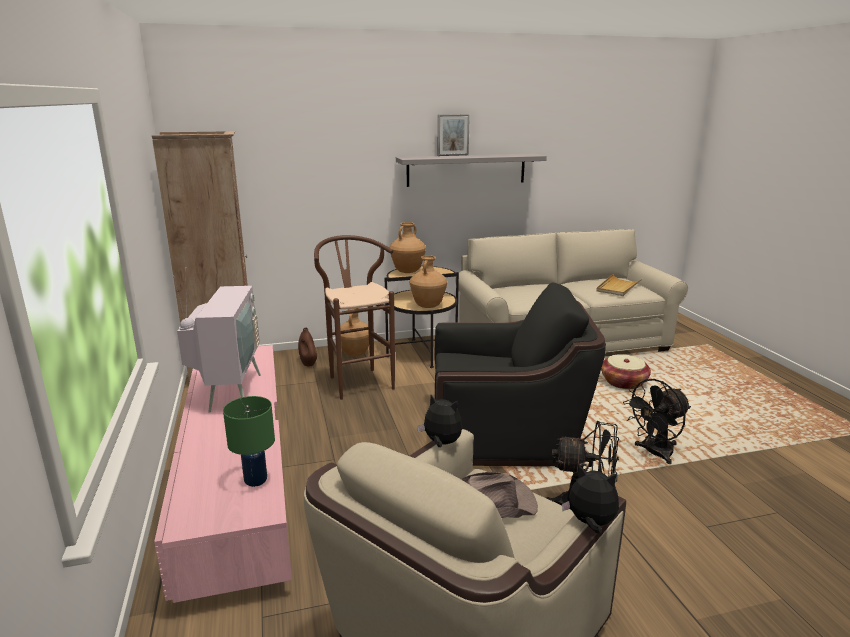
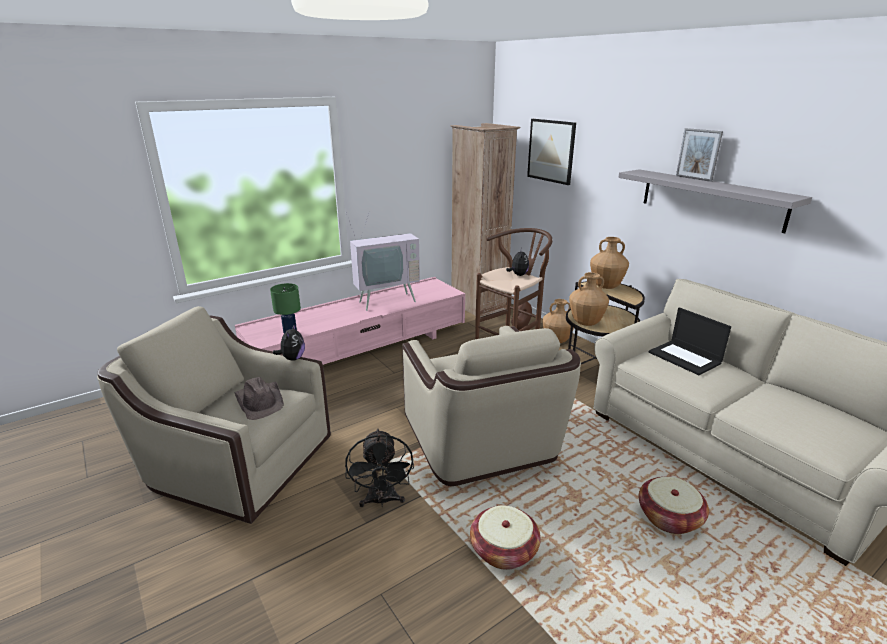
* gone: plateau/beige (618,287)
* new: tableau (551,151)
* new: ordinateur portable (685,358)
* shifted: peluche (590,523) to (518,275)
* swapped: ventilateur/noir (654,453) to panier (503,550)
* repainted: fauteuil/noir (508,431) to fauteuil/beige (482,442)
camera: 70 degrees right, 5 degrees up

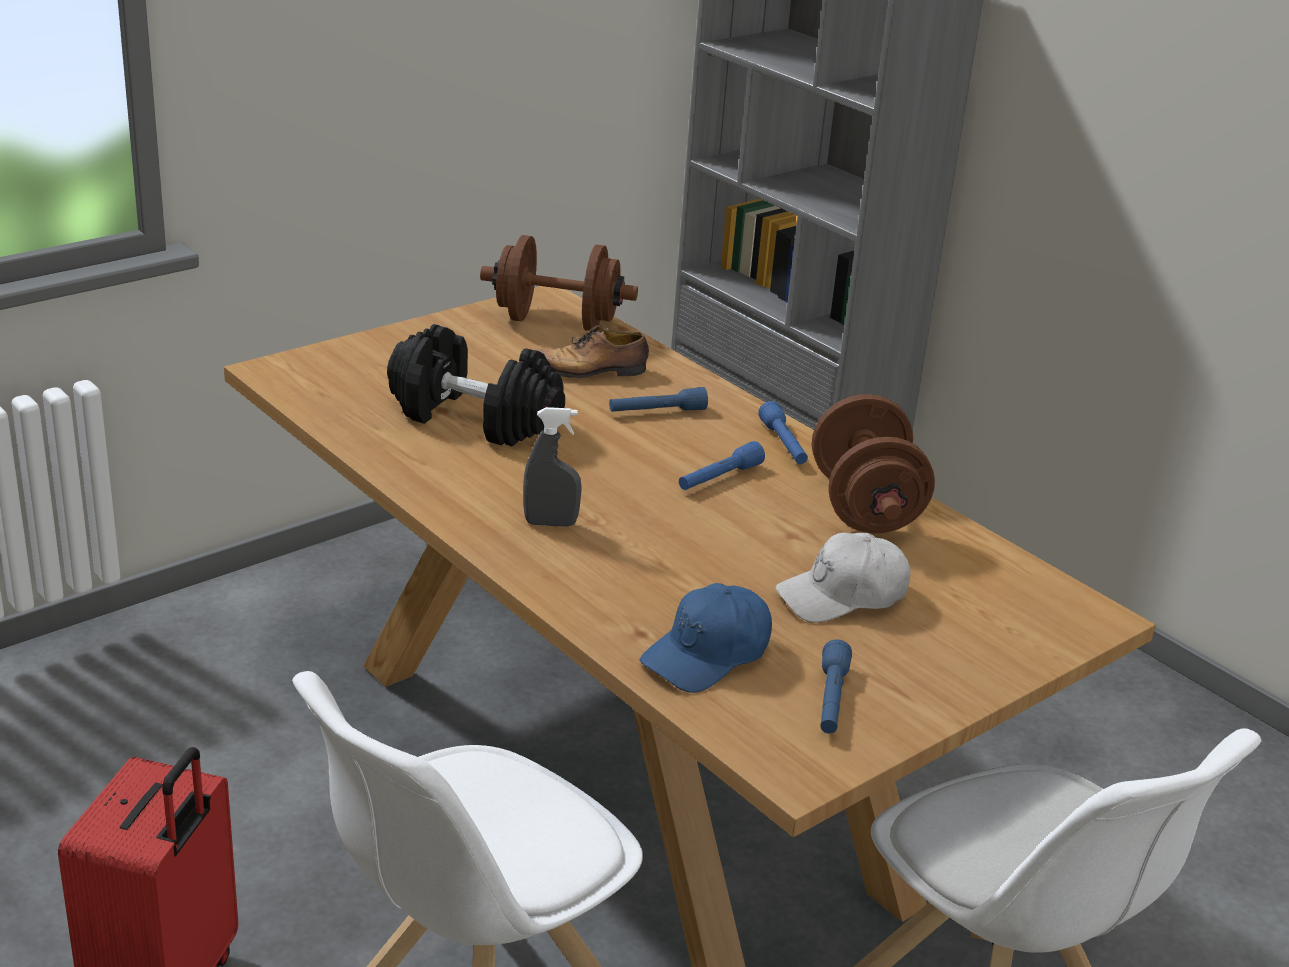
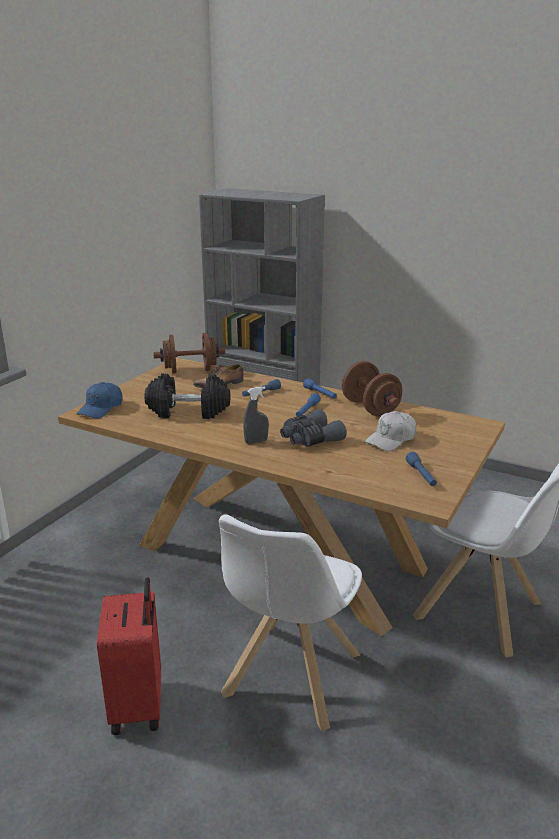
* new: jumelles/gris (310,439)
* shifted: casquette/bleu (708,654) to (101,408)
camera: 20 degrees left, 5 degrees down

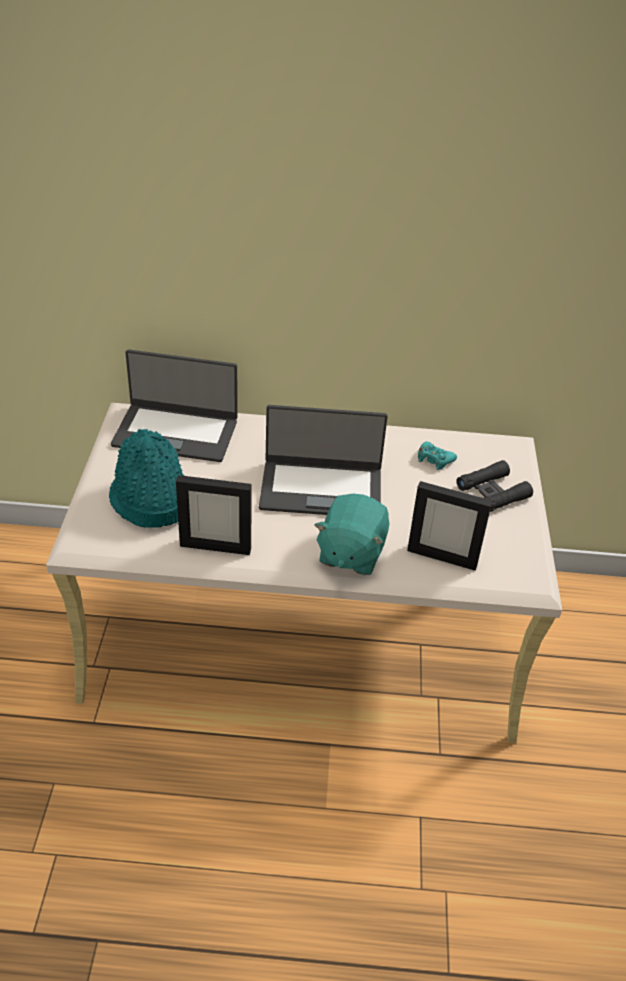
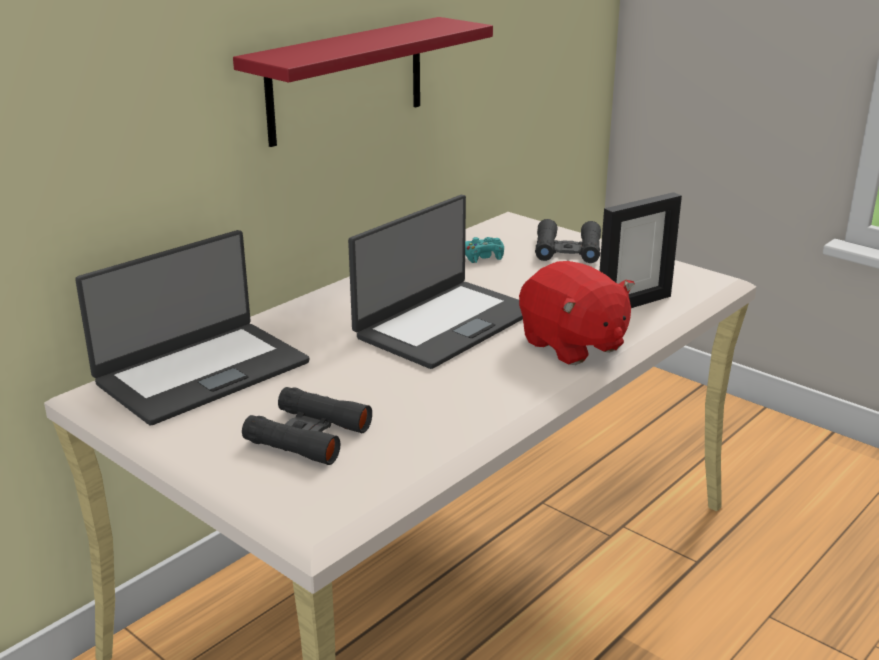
* gone: cadre photo (215,546)
* new: étagère/rouge (346,80)
* swapped: chapeau/turquoise (149,501) to jumelles/noir (308,435)
* repainted: peluche/turquoise (350,553) to peluche/rouge (572,345)
camera: 50 degrees left, 15 degrees down

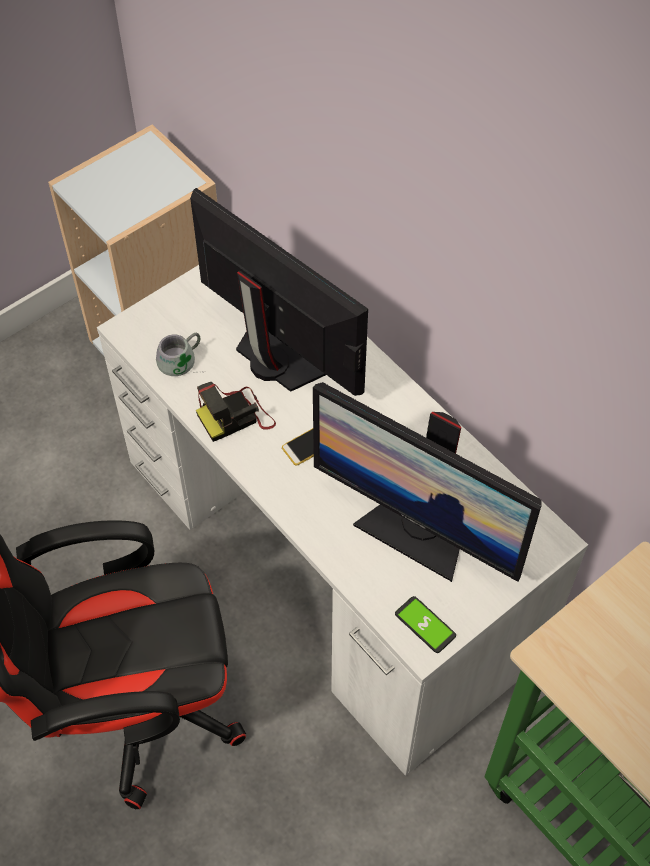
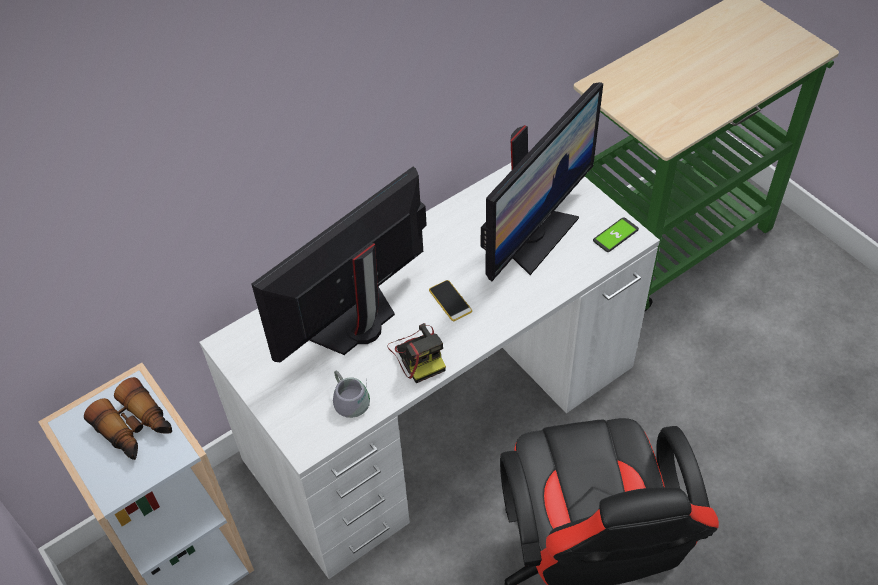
* new: jumelles (135,428)
camera: 85 degrees left, 5 degrees down

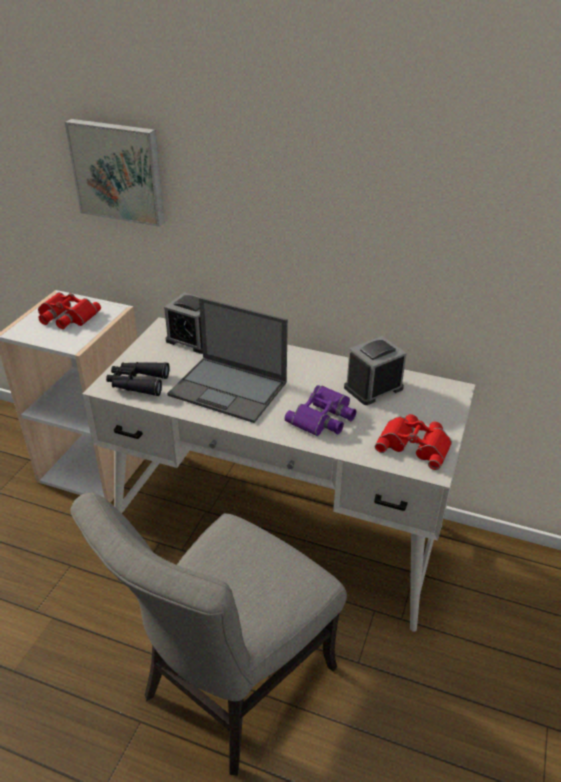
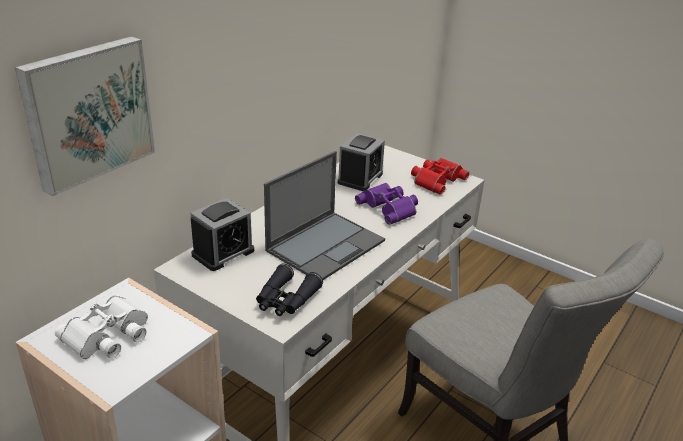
* repainted: jumelles/rouge (66,316) to jumelles/blanc (108,335)
* rotated: réveil (373,388) = (360,178) 135 degrees counterclockwise
camera: 75 degrees left, 5 degrees down

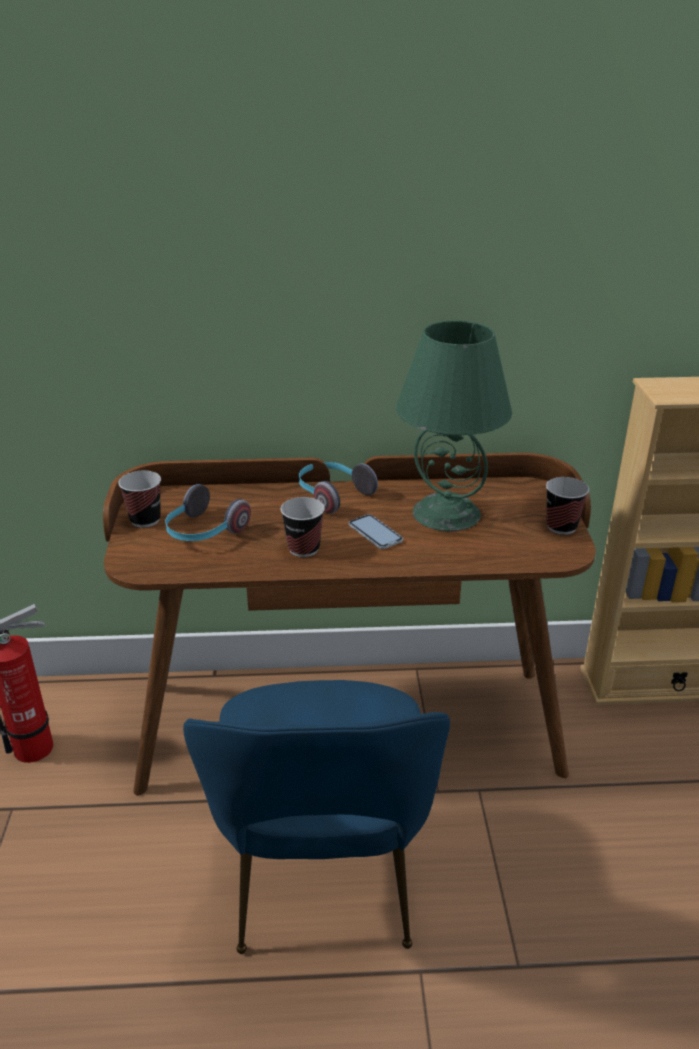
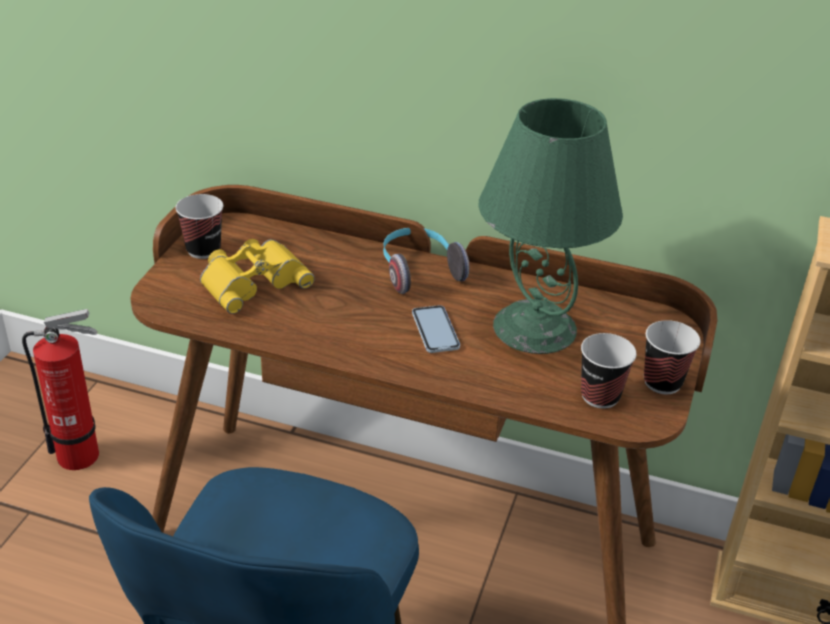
* shifted: tasse (303,549) to (600,396)
* swapped: casque audio (203,532) to jumelles/jaune (252,280)
camera: 20 degrees right, 5 degrees up

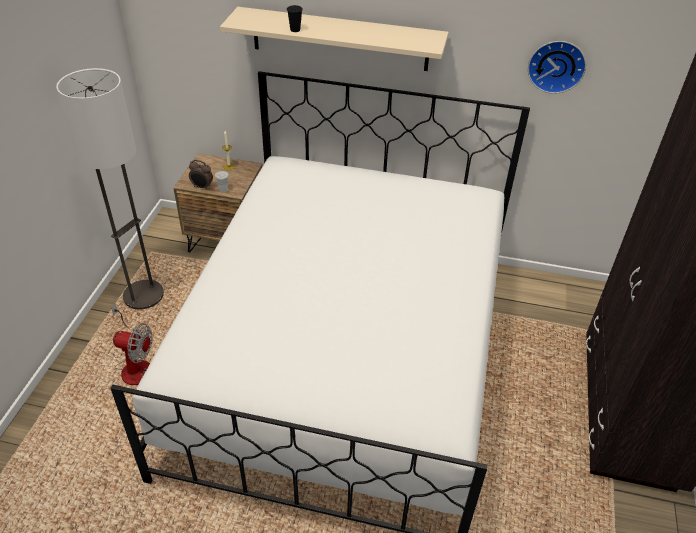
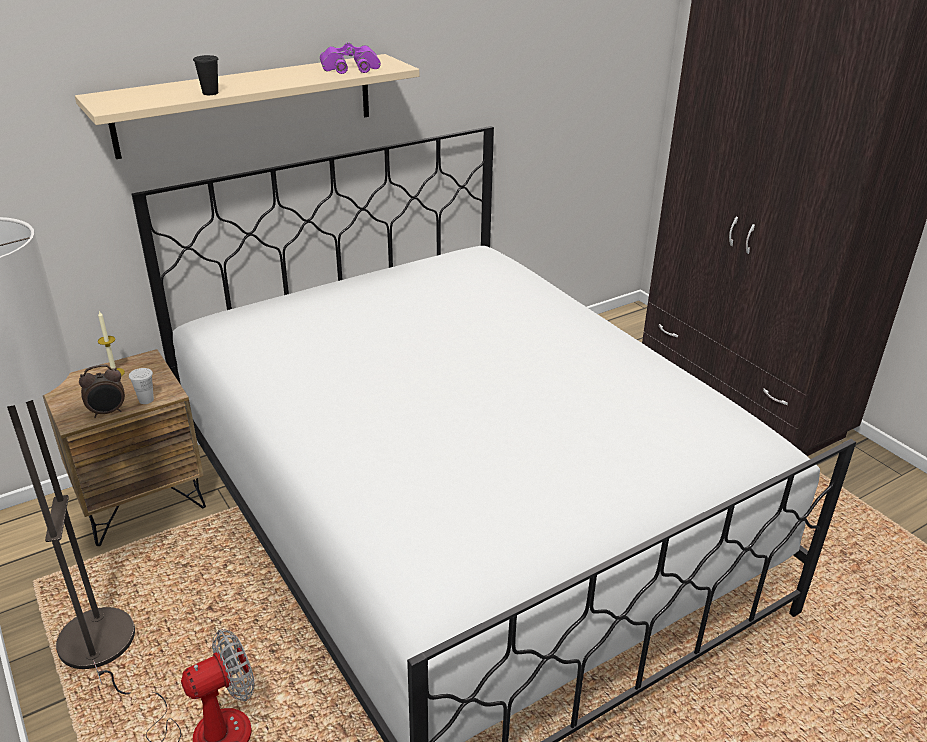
* gone: horloge murale (556,65)
* new: jumelles/violet (350,68)
camera: 45 degrees left, 10 degrees down

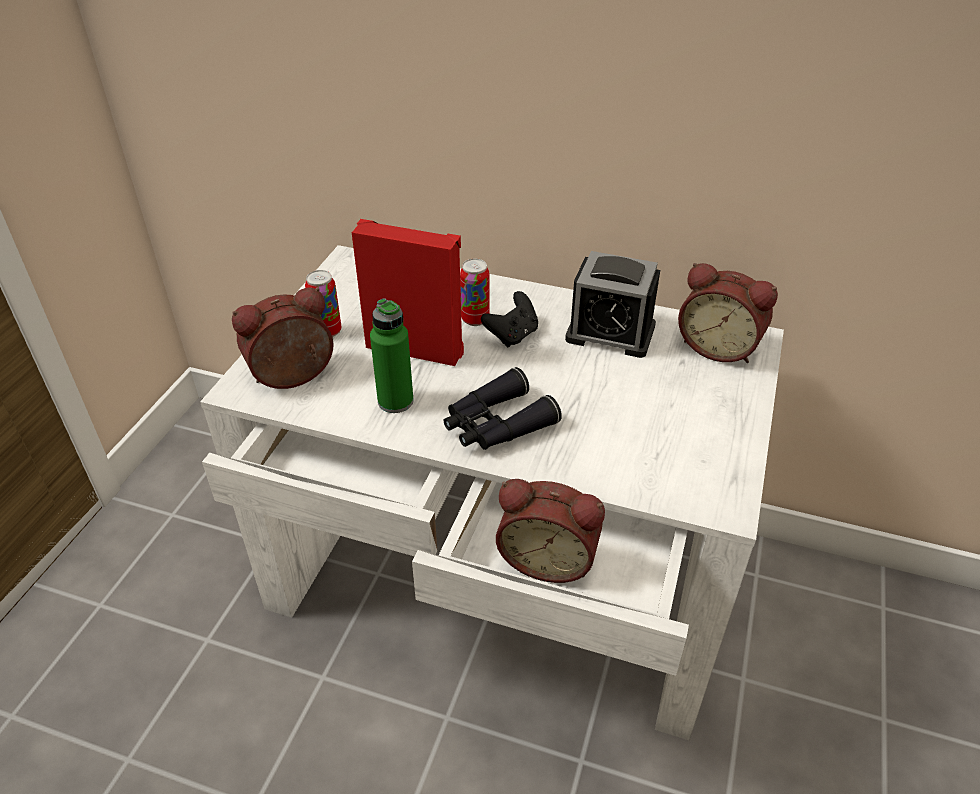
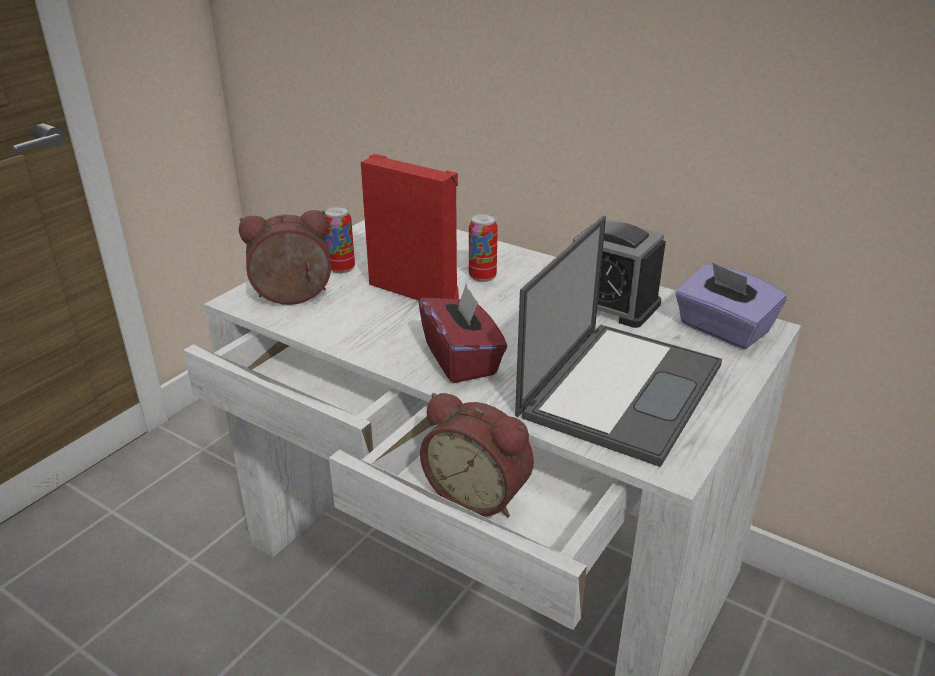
* gone: bouteille/vert (395,401)
* gone: manette/noir (512,335)
* new: ordinateur portable (621,388)
* swapped: jumelles/noir (496,424) to boîte à mouchoirs/rouge (462,359)
* swapped: réveil (719,346) to boîte à mouchoirs/violet (722,330)
camera: 15 degrees right, 10 degrees down

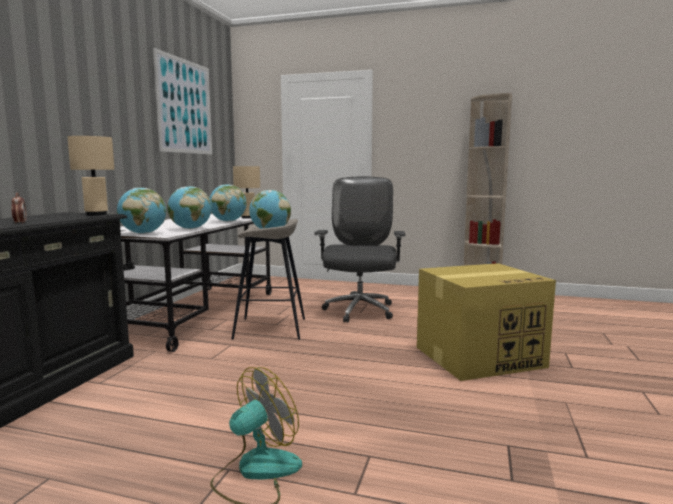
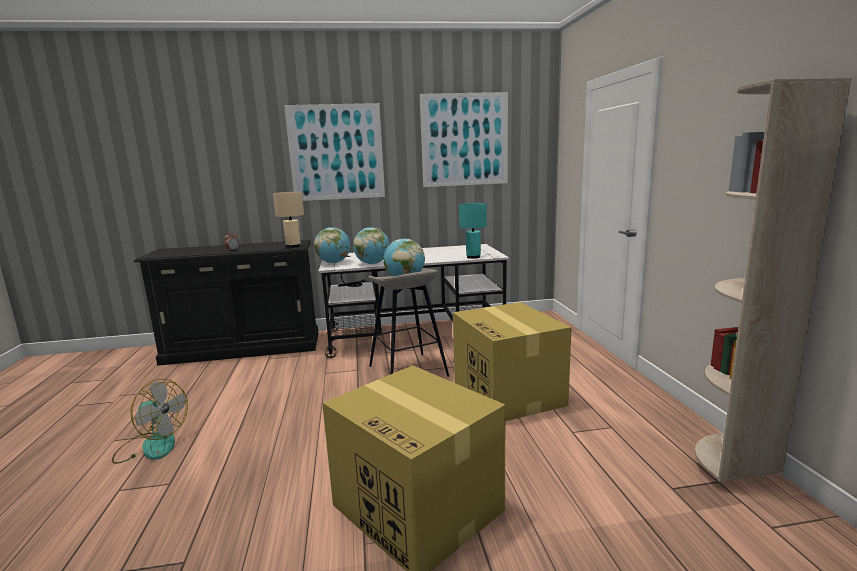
* gone: globe (228,221)
* new: tableau (336,152)
* swapped: chaise de bureau (360,311) to carton (509,394)
* repainted: lampe de table/beige (248,217) to lampe de table/turquoise (473,257)
camera: 65 degrees right, 5 degrees up

